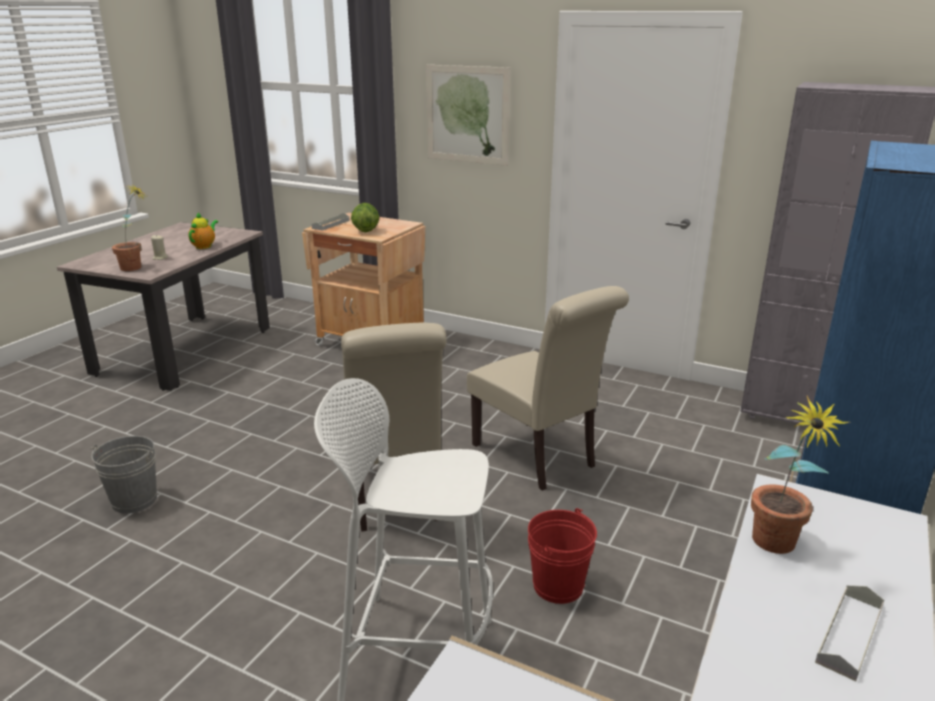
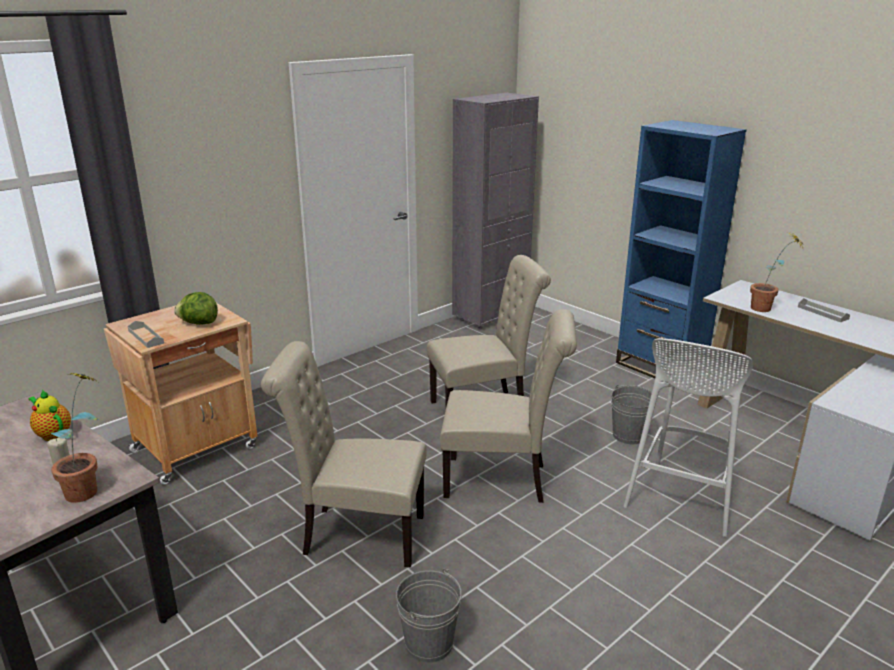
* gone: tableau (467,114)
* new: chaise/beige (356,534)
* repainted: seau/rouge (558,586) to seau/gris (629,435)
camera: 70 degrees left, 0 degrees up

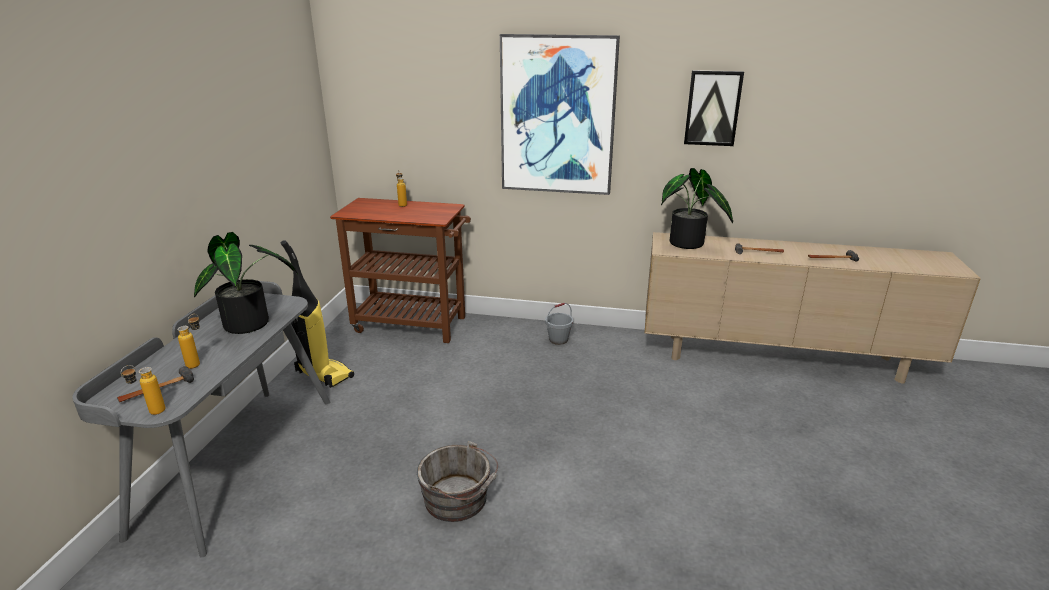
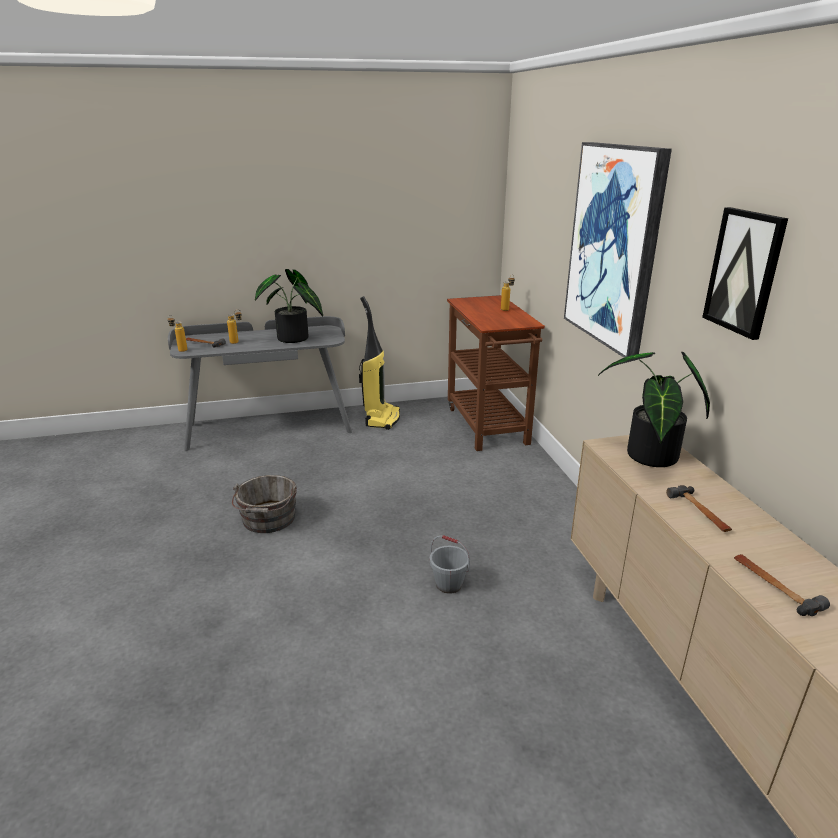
* shifted: seau/gris (558,340) to (449,584)
camera: 65 degrees right, 0 degrees up

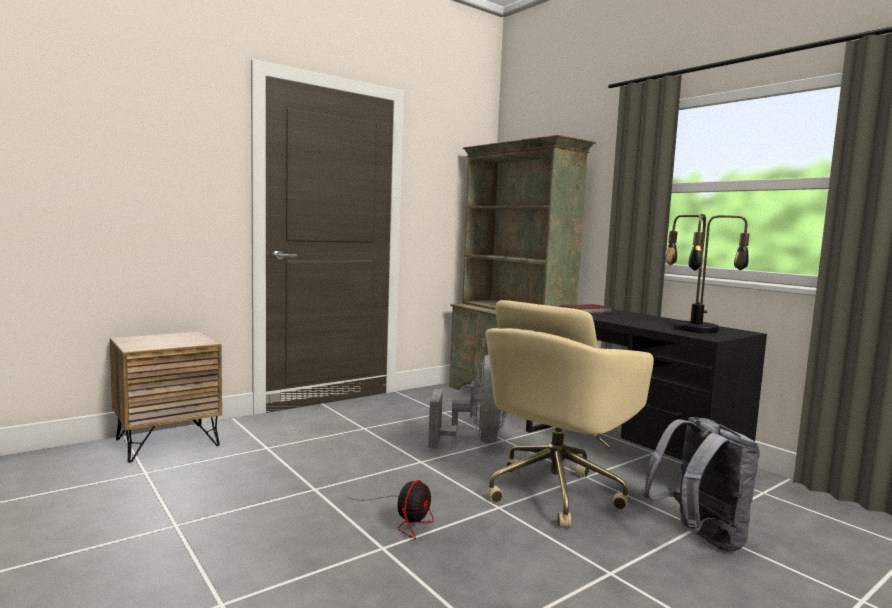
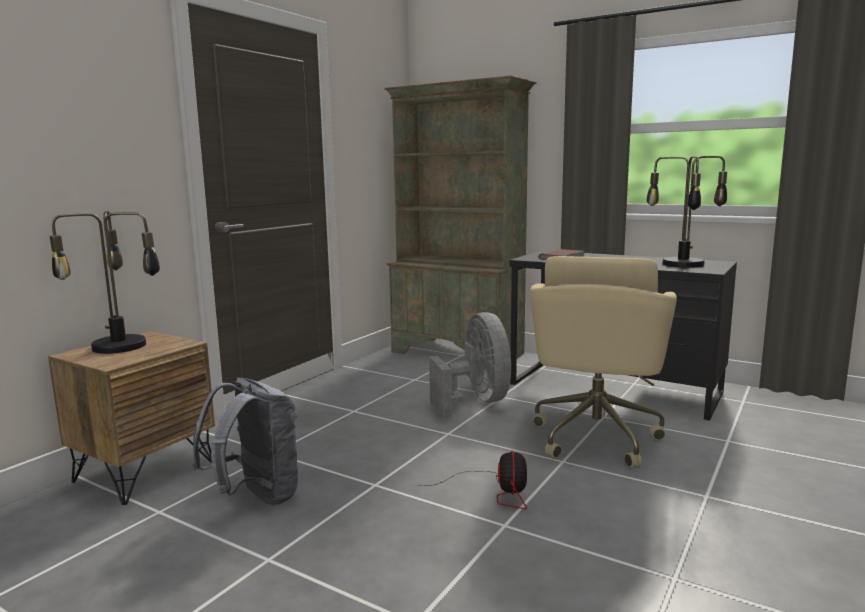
* new: lampe de table (120,346)
* shifted: sac à dos/gris (699,538) to (256,497)
camera: 20 degrees left, 5 degrees up

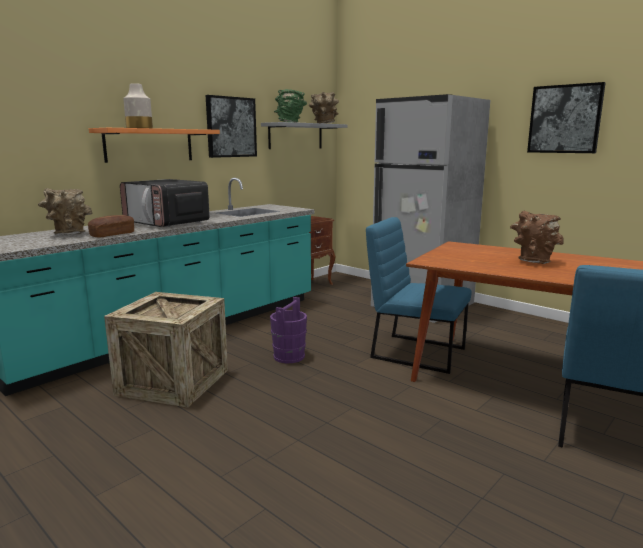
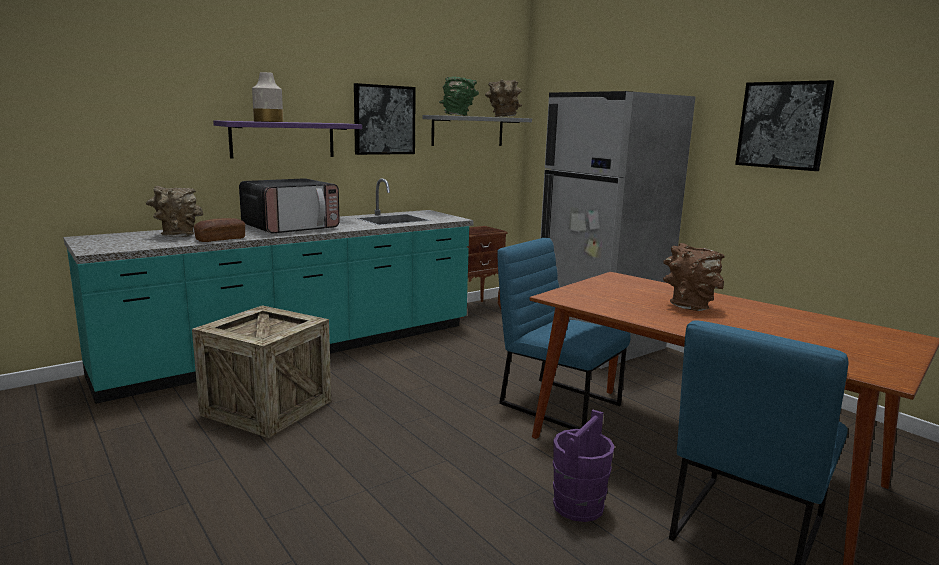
* shifted: seau/violet (289,356) to (578,506)
* repainted: étagère/orange (149,145) to étagère/violet (283,139)
* rotated: micro-ondes (167,222) = (291,228) 90 degrees counterclockwise
camera: 10 degrees right, 0 degrees up

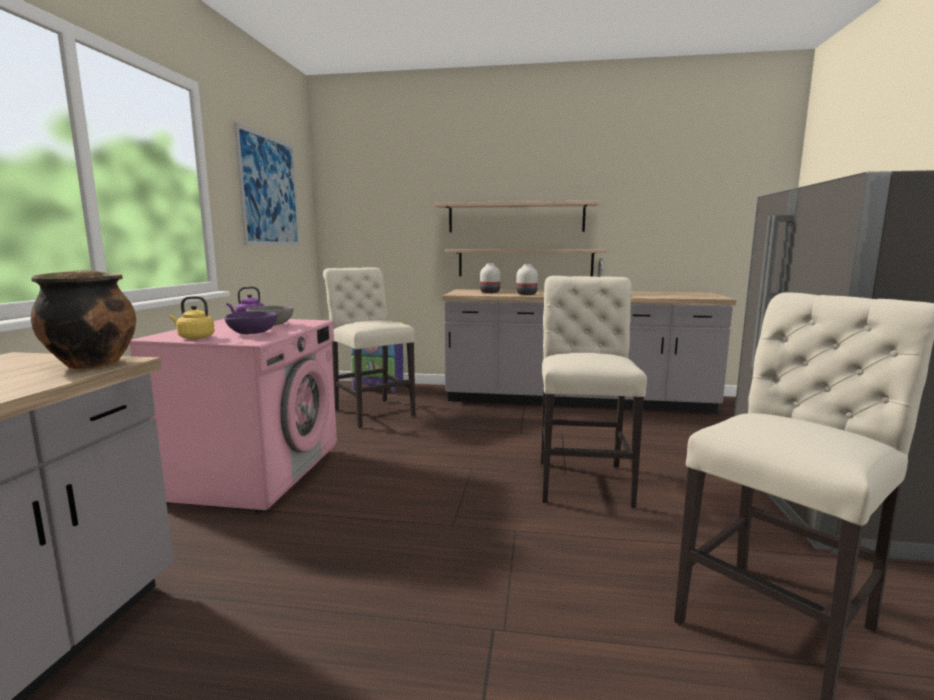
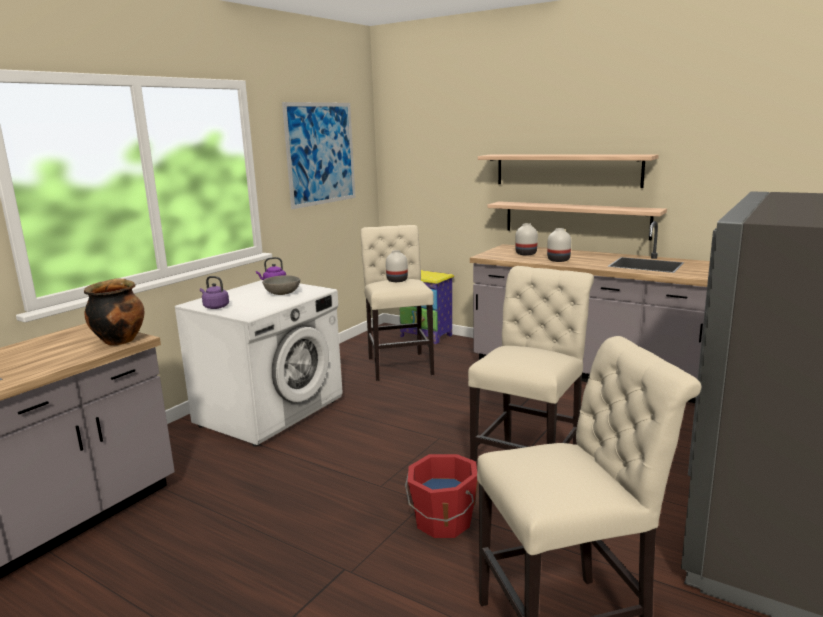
* gone: bol/violet (252,333)
* new: vase/blanc (397,280)
* new: seau/rouge (442,522)
* repainted: lave-linge/rose (258,474) to lave-linge/blanc (272,413)
* repainted: bouilloire/jaune (194,337) to bouilloire/violet (215,307)
camera: 25 degrees right, 5 degrees up

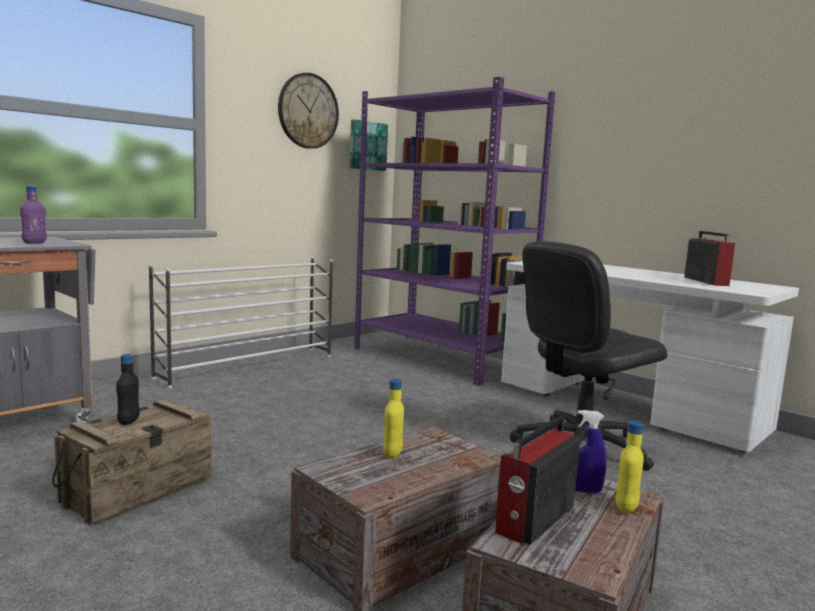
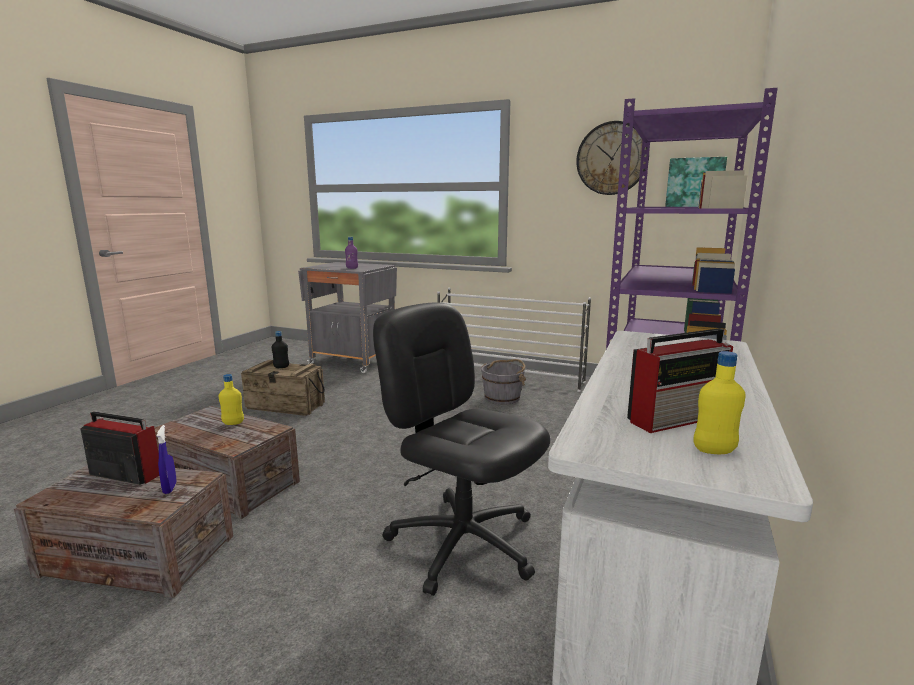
* new: seau/gris (502,397)
* shifted: bouteille/jaune (626,508) to (714,451)
camera: 70 degrees right, 5 degrees up

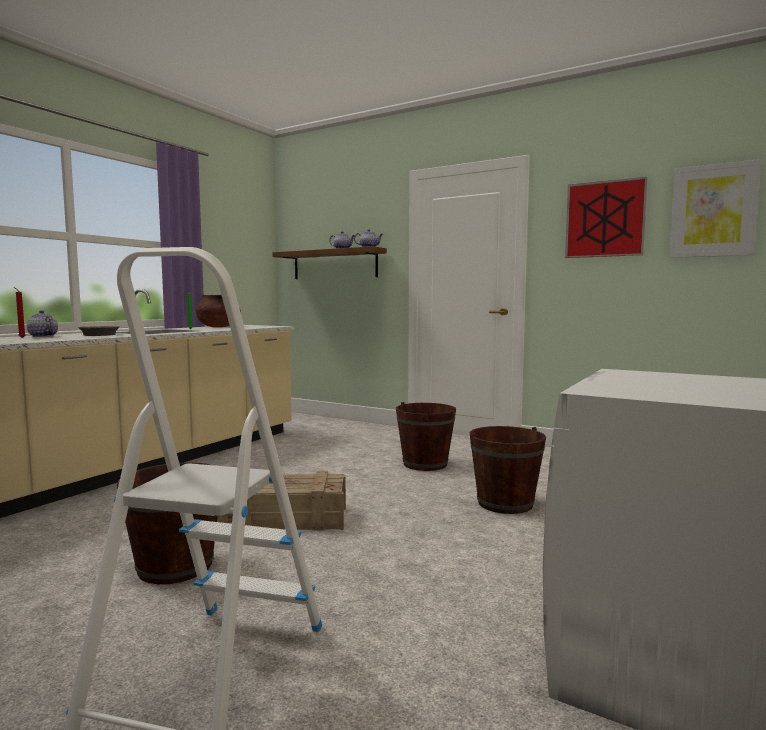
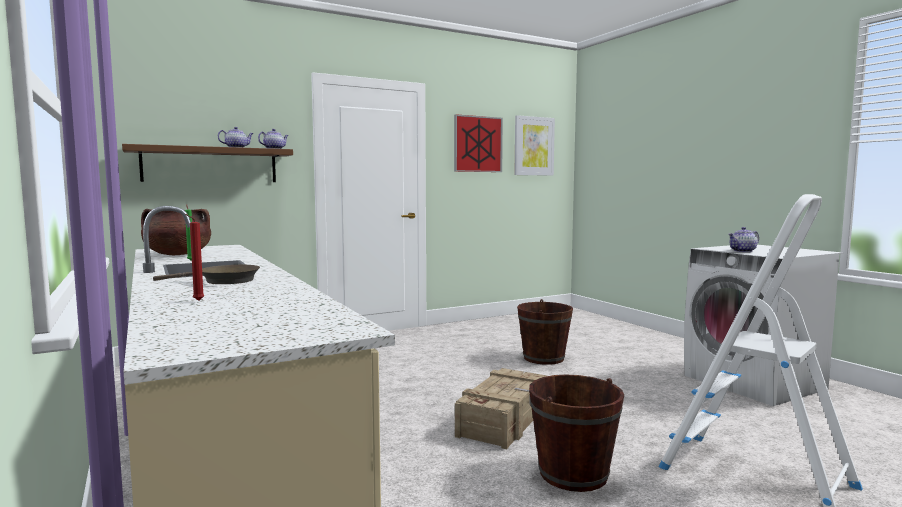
* gone: seau/marron (425,464)
* shifted: théière (42,336) to (743,251)
camera: 60 degrees left, 0 degrees up

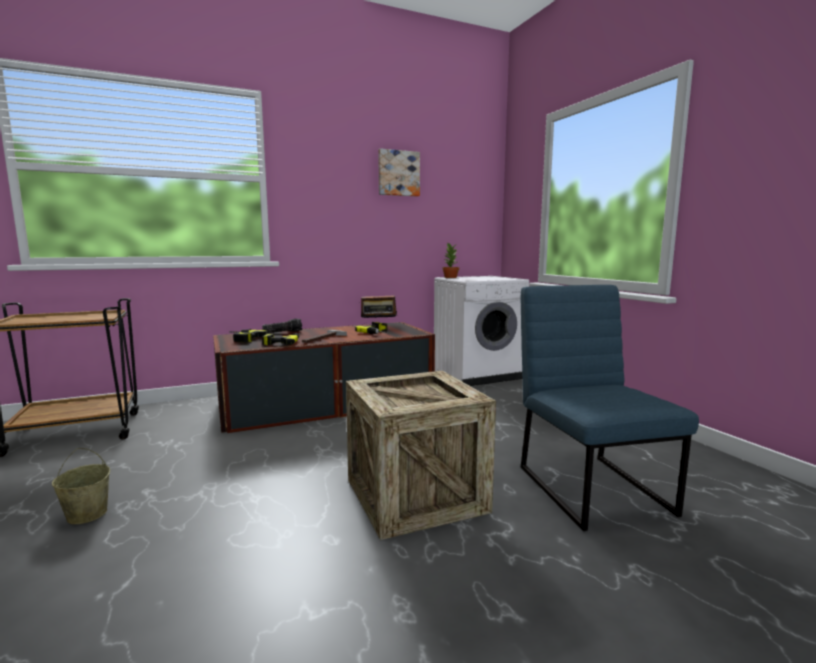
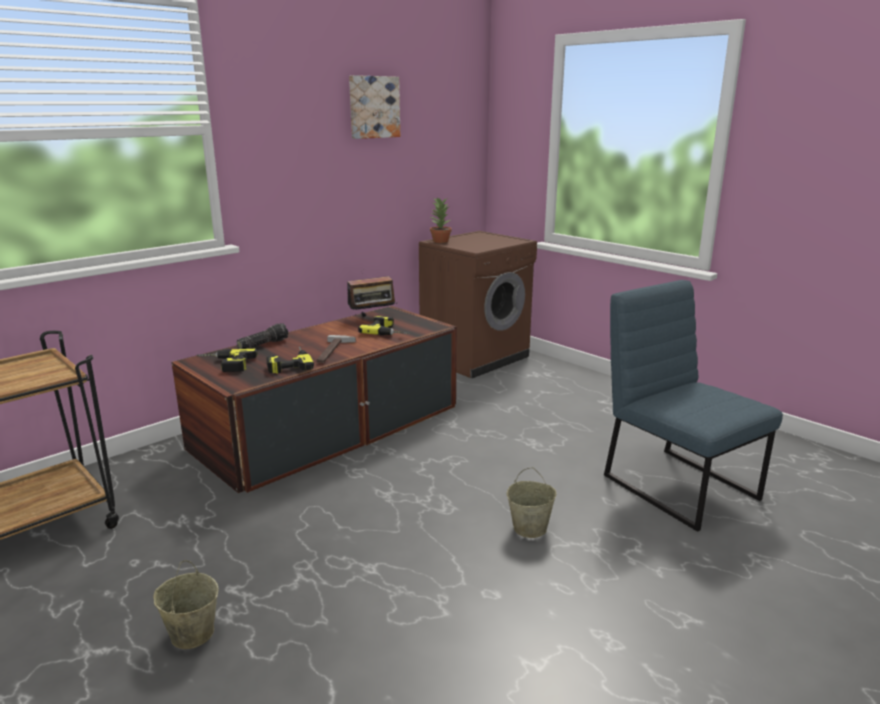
* swapped: caisse (415,495) to seau/beige (530,528)
* repainted: lave-linge/blanc (478,375) to lave-linge/marron (476,358)
camera: 20 degrees left, 10 degrees up

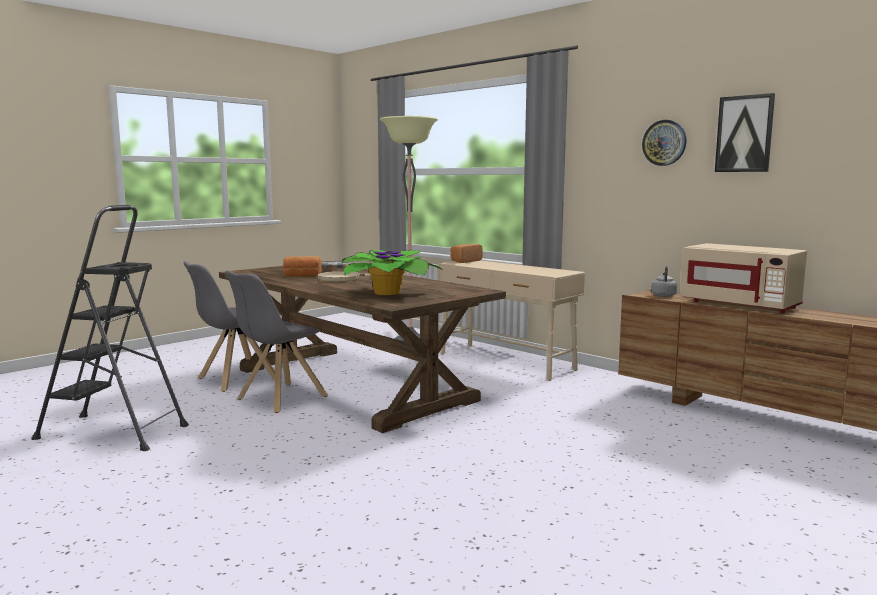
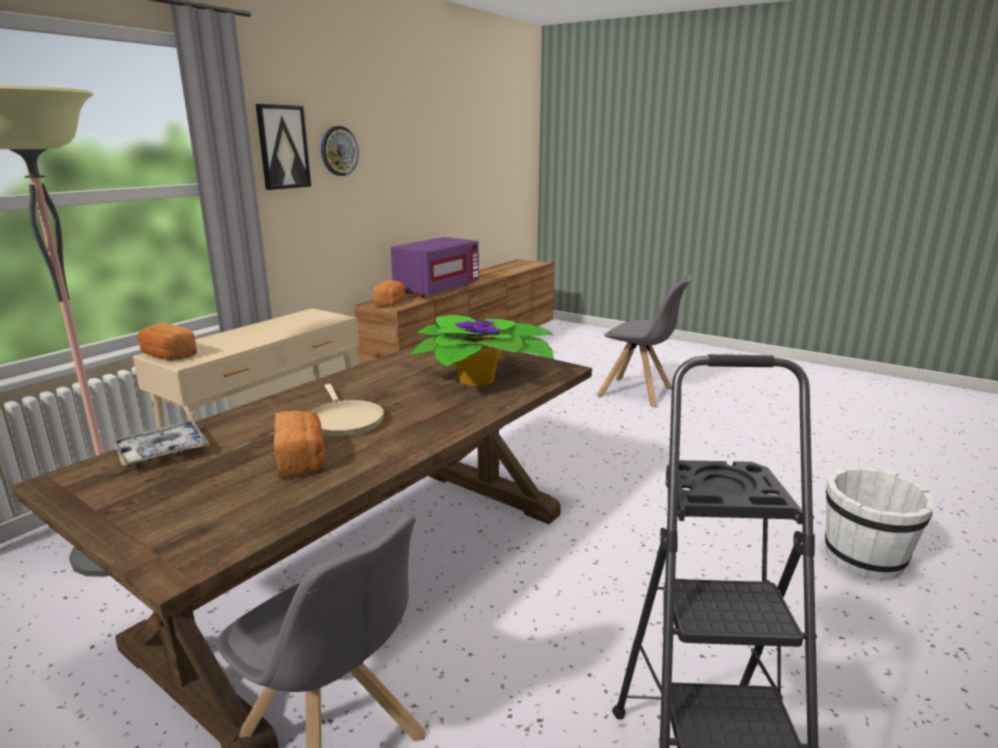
* new: seau/blanc (863,559)
* shifted: chaise/gris (279,398) to (639,393)
* shifted: tableau (744,134) to (283,147)
* swapped: bouilloire/gris (663,295) to pain (391,303)
* repainted: micro-ondes/beige (740,305) to micro-ondes/violet (437,290)
camera: 100 degrees left, 10 degrees up

